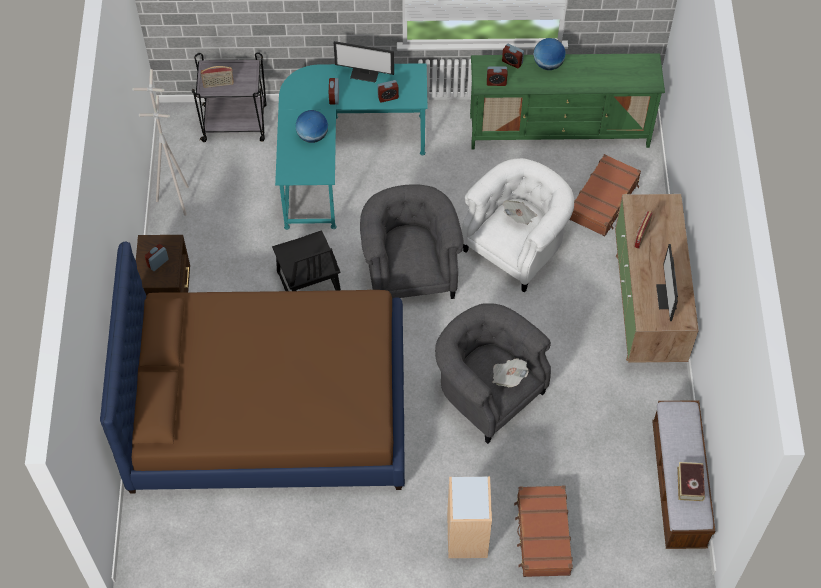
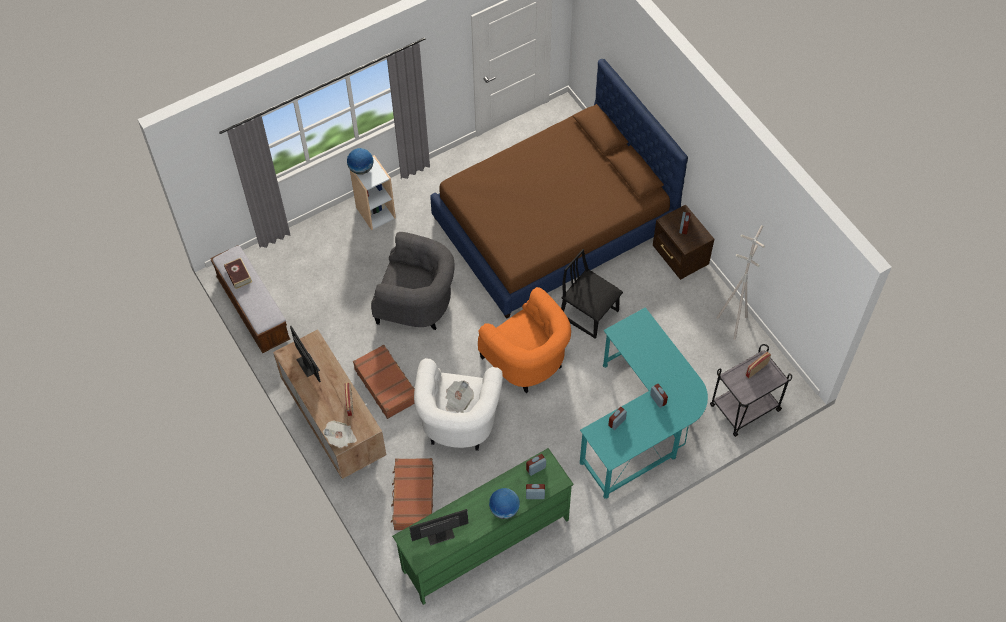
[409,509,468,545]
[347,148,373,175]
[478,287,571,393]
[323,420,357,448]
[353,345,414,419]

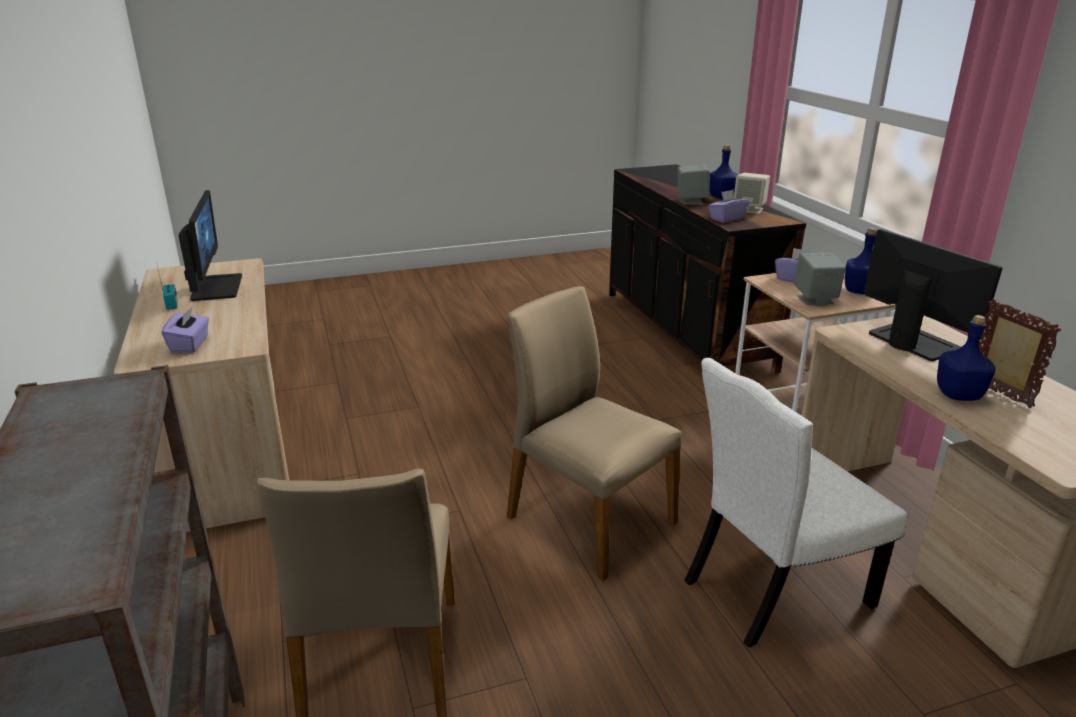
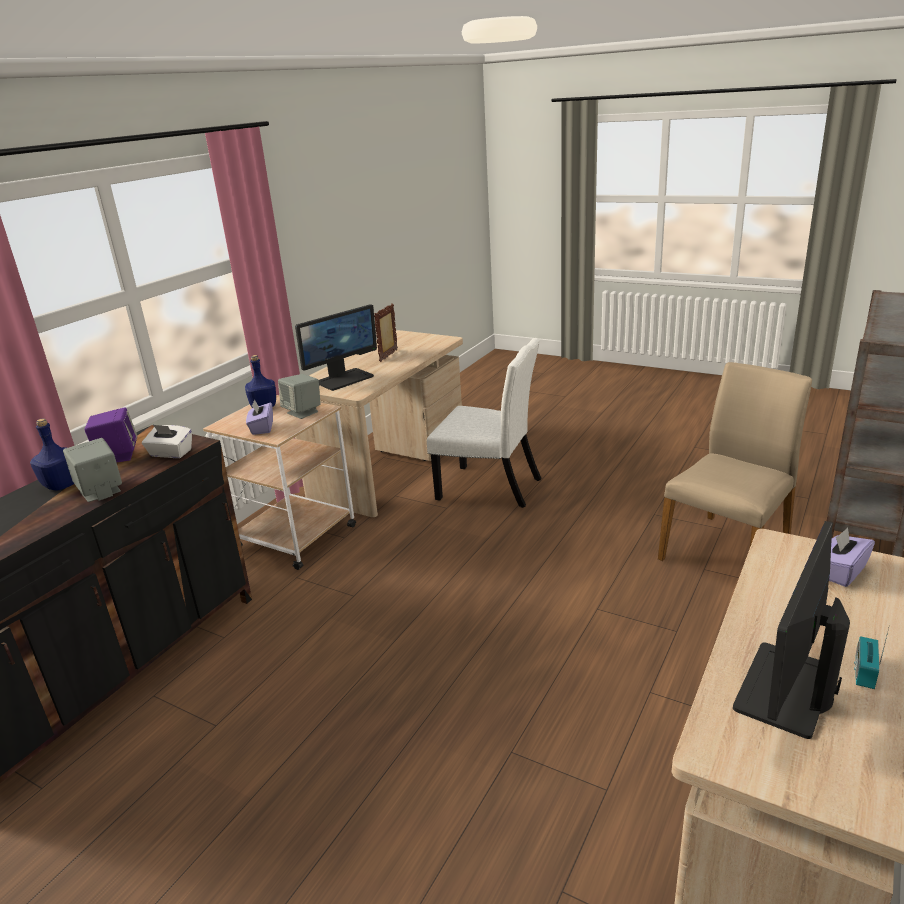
[84,408,137,462]
[142,425,192,458]
[295,304,377,391]
[507,287,682,581] (first image)
[937,315,996,401] (first image)

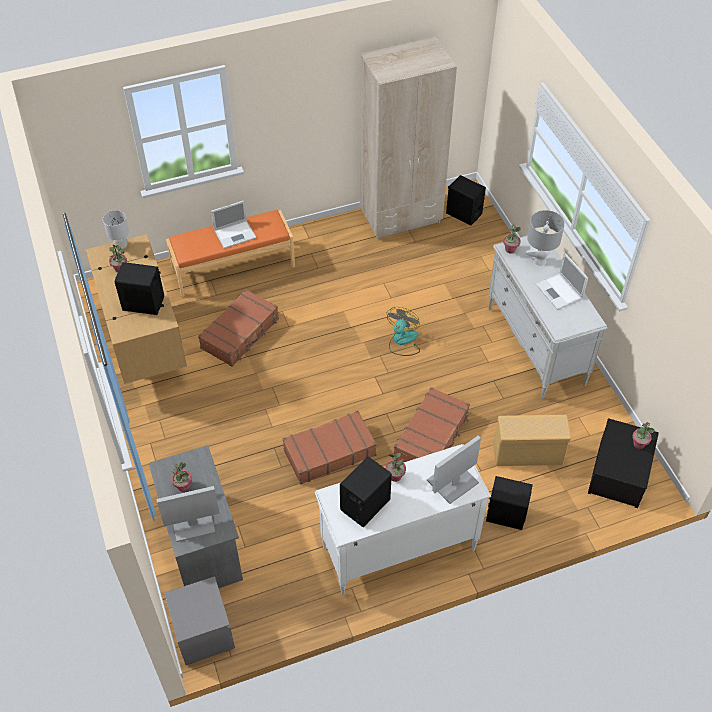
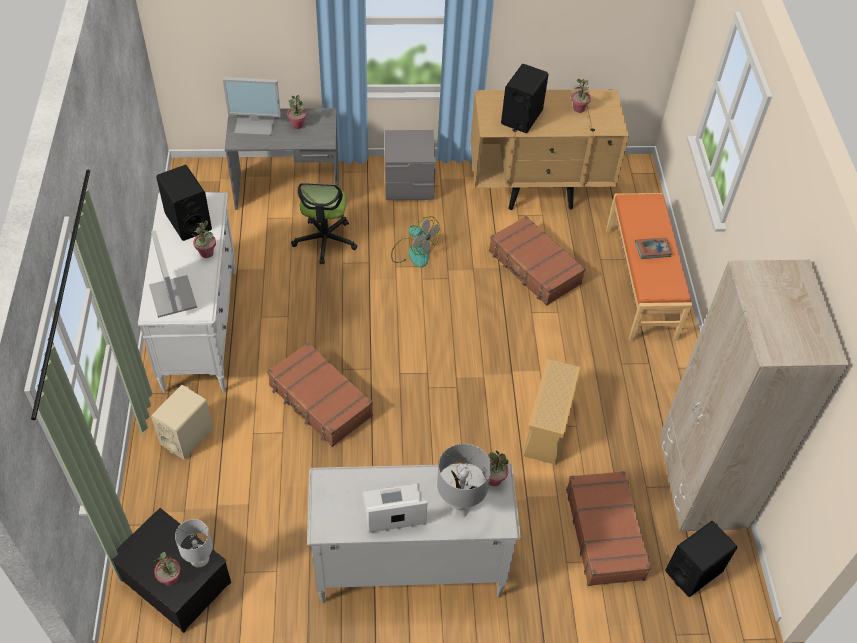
[635,238,672,259]
[175,519,213,568]
[391,216,440,268]
[566,471,651,586]
[523,359,581,465]
[151,385,213,460]
[223,77,281,136]
[385,130,436,200]
[291,183,358,264]

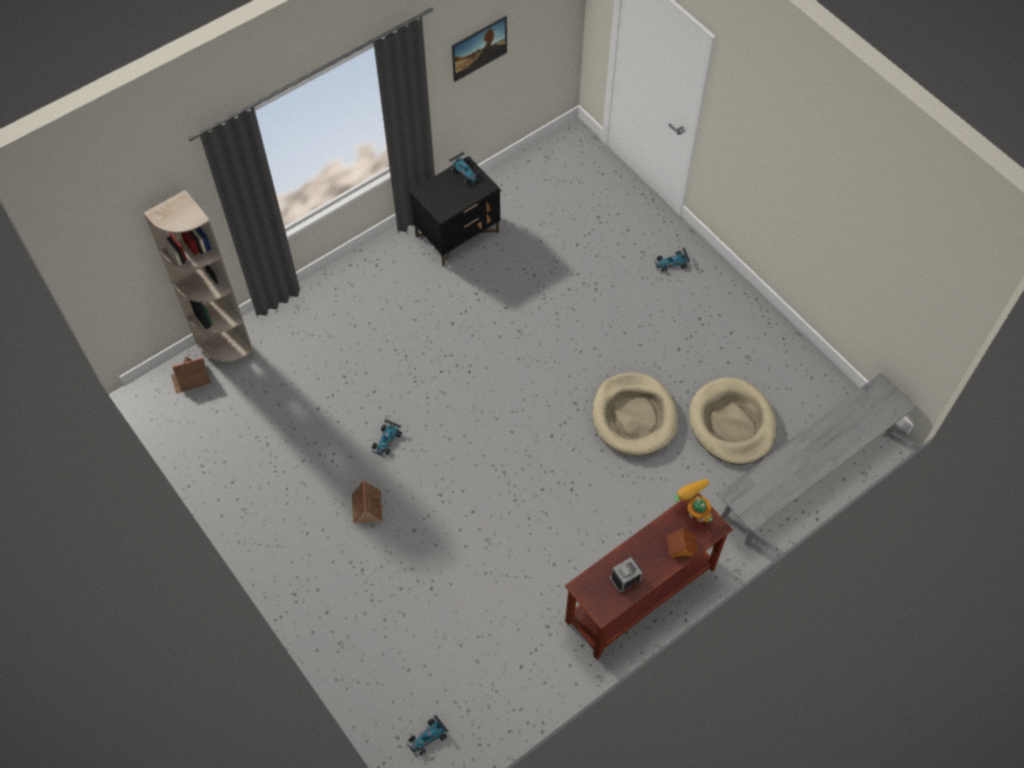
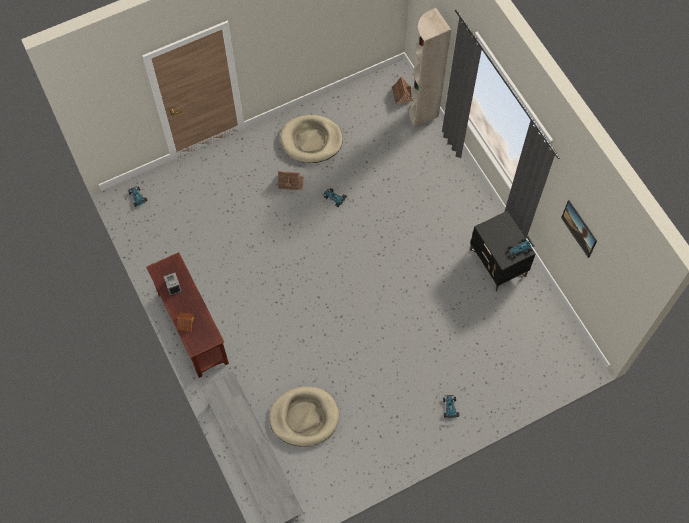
[281,115,343,163]
[674,479,712,522] (first image)

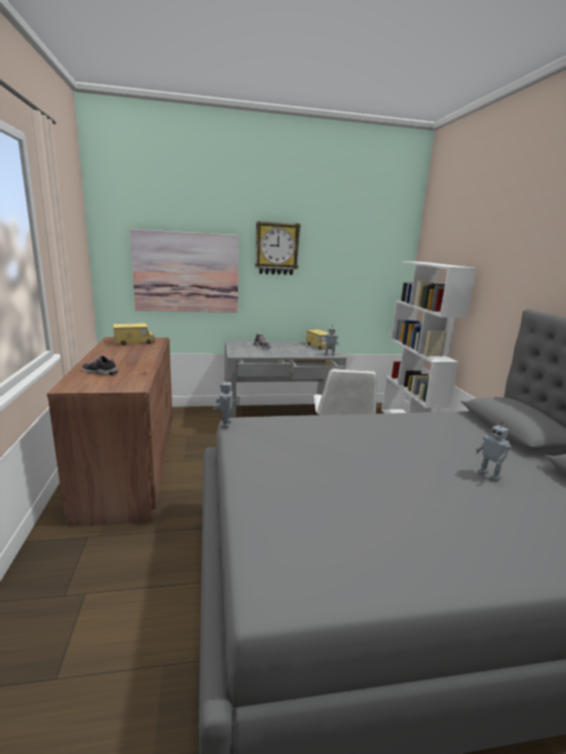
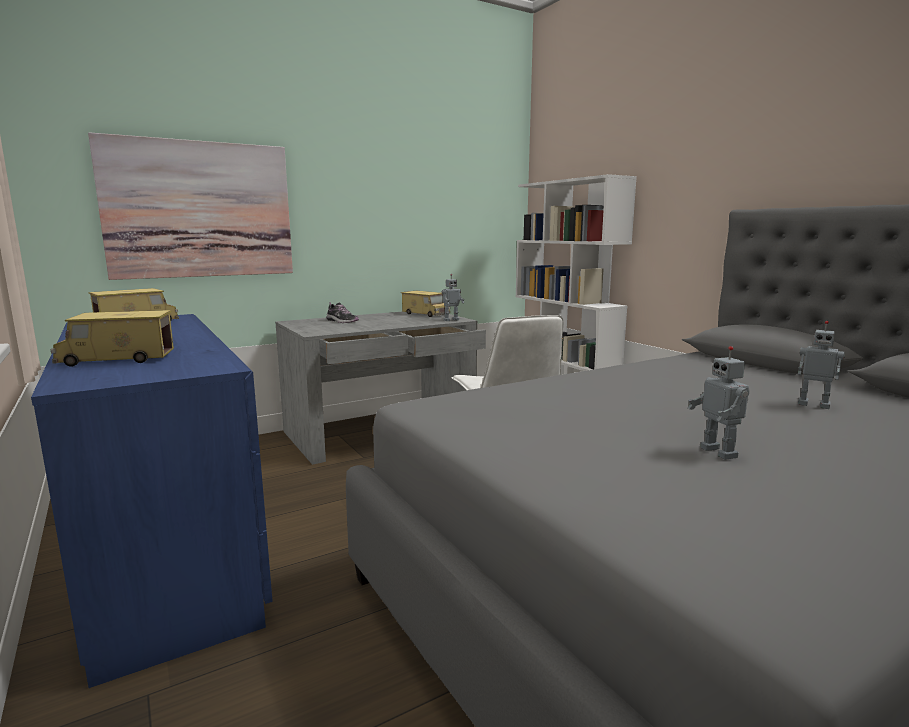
[255,221,301,275] (first image)
[31,314,273,688]
[51,310,174,367]
[688,346,749,460]

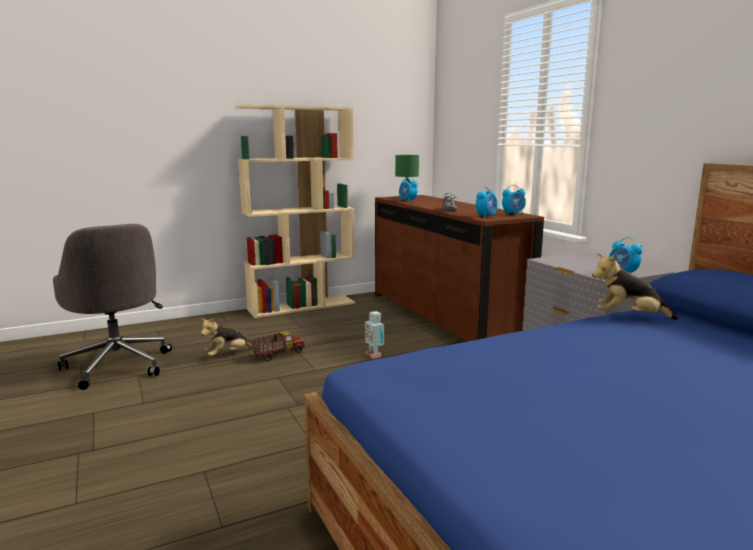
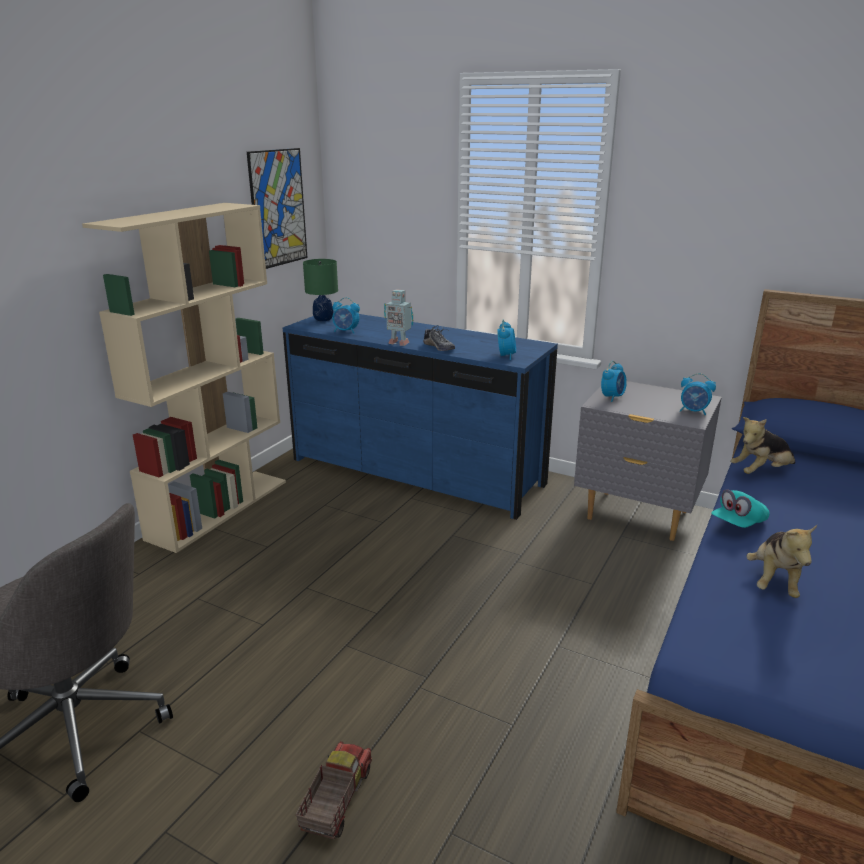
[601,361,627,402]
[283,311,558,520]
[384,289,413,346]
[747,525,817,598]
[295,741,372,839]
[247,148,308,269]
[711,489,770,528]

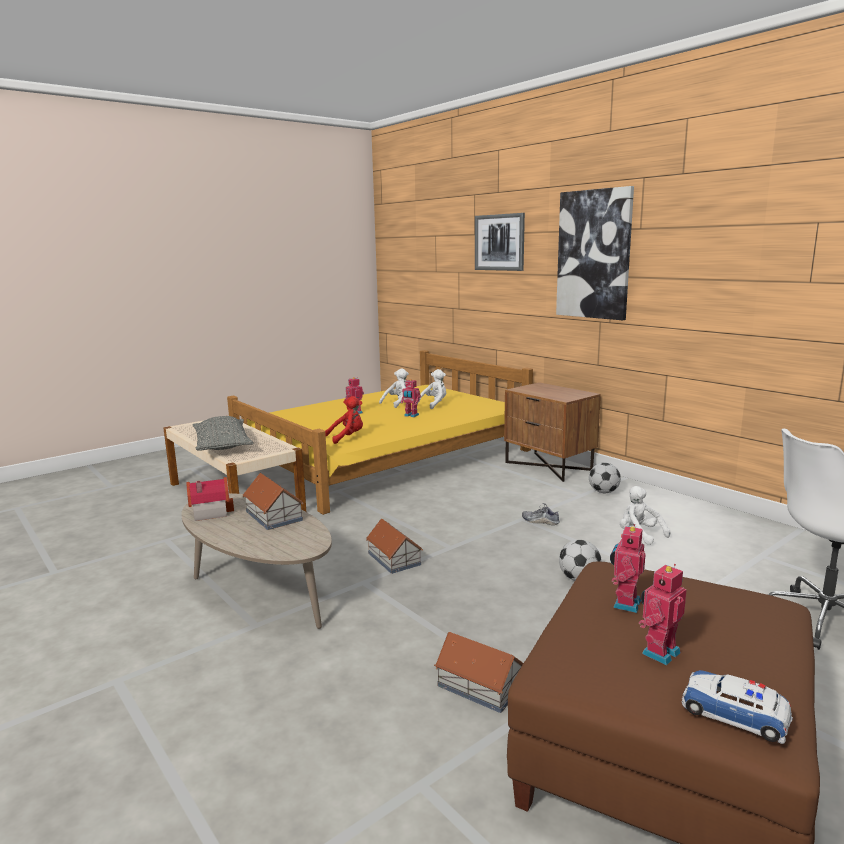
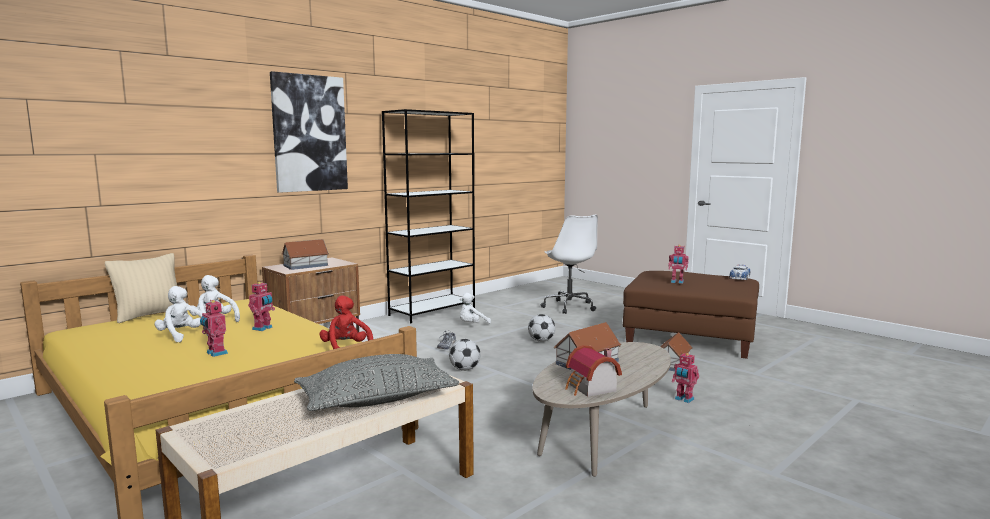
[475,213,525,271] (first image)
[449,339,480,371]
[282,239,329,270]
[672,352,699,403]
[382,109,475,323]
[105,253,177,323]

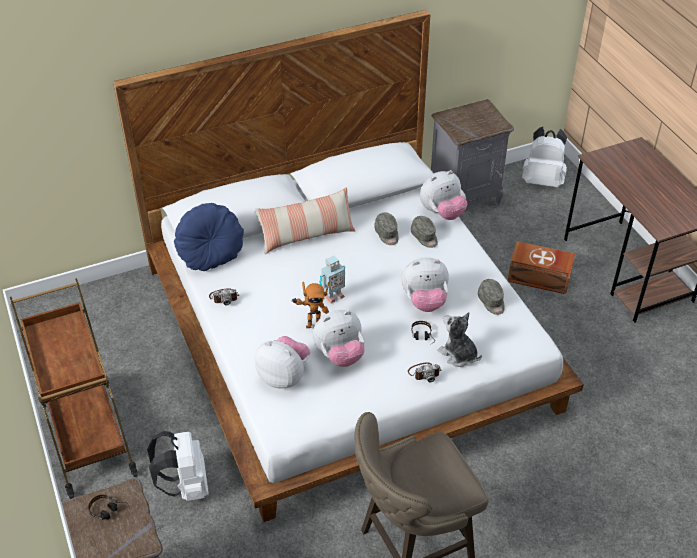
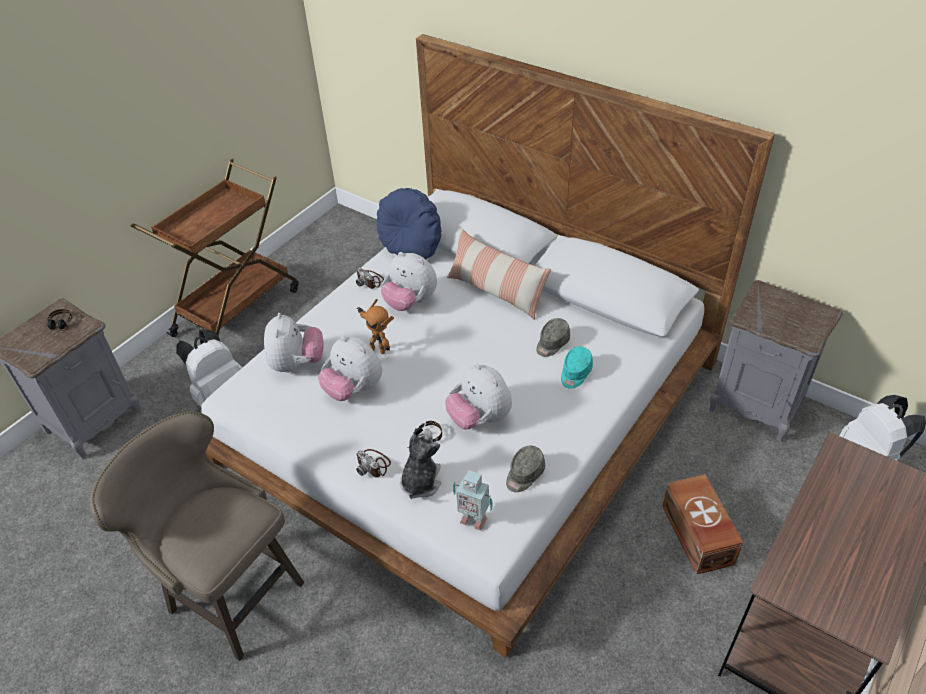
[381,252,437,311]
[561,347,593,389]
[453,470,493,531]

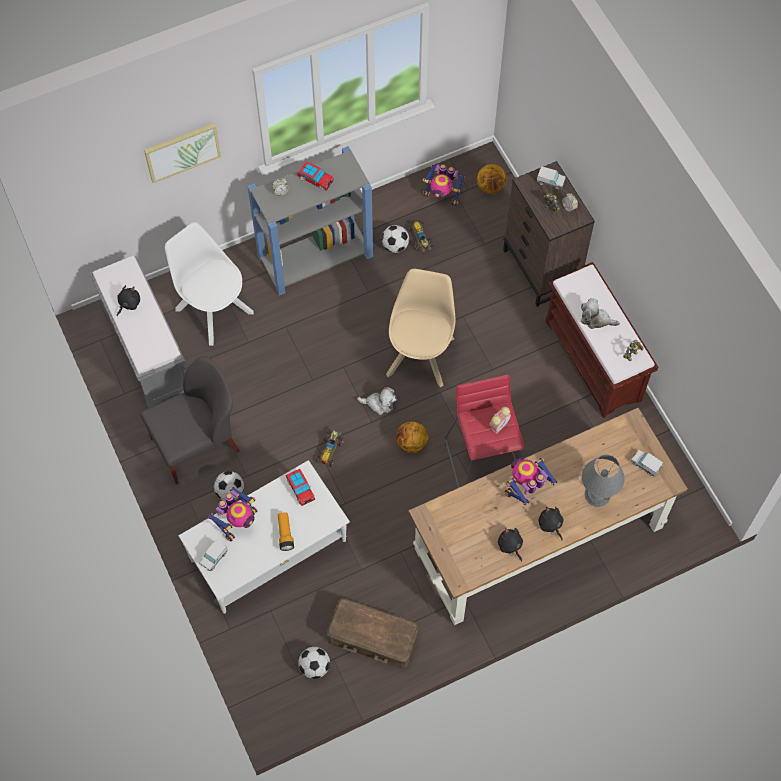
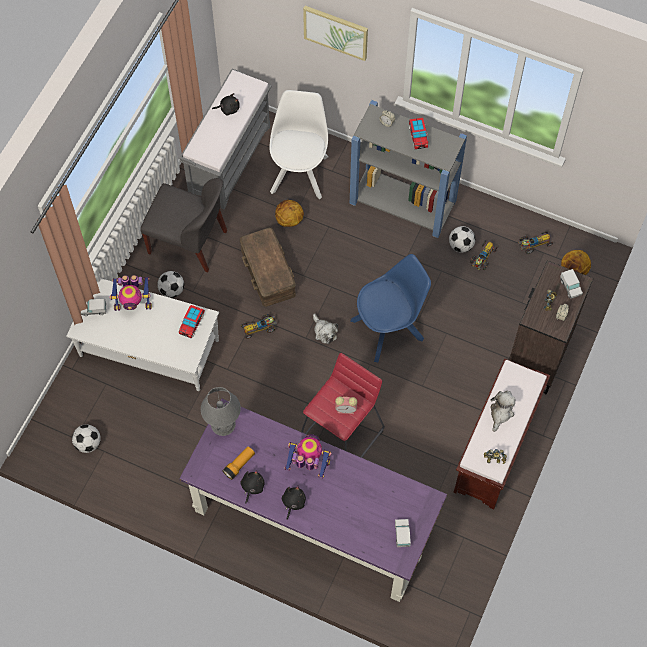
[518,231,553,254]
[350,254,431,362]
[490,391,516,432]
[179,398,447,602]
[275,200,304,227]
[201,387,241,436]
[222,446,255,480]
[240,228,296,307]

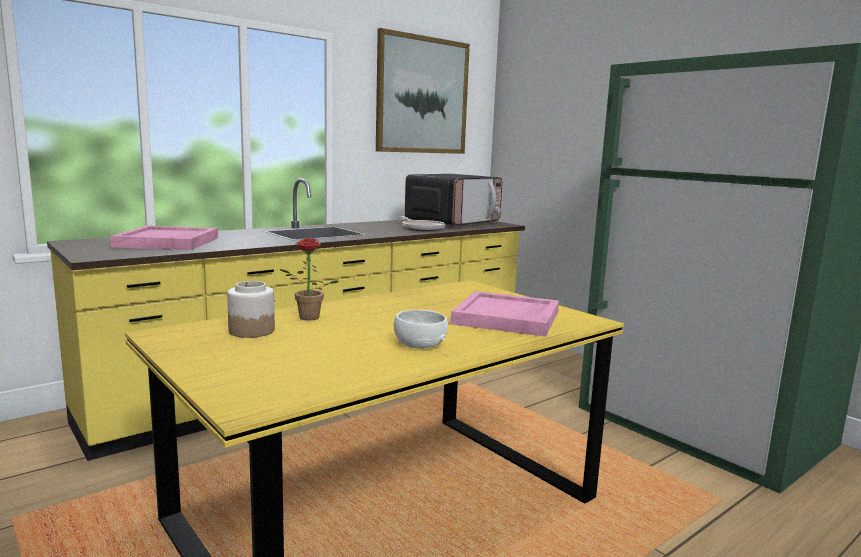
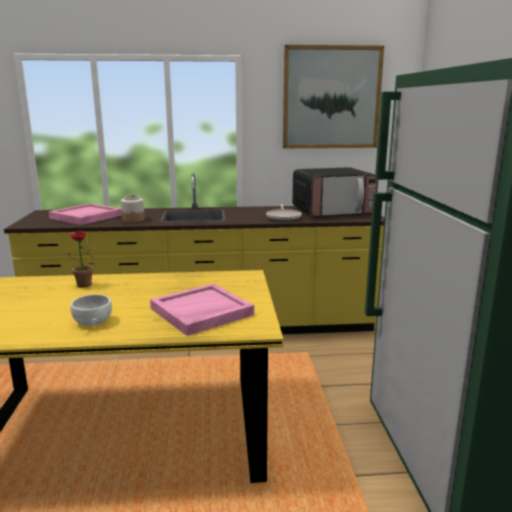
[121,195,145,223]

